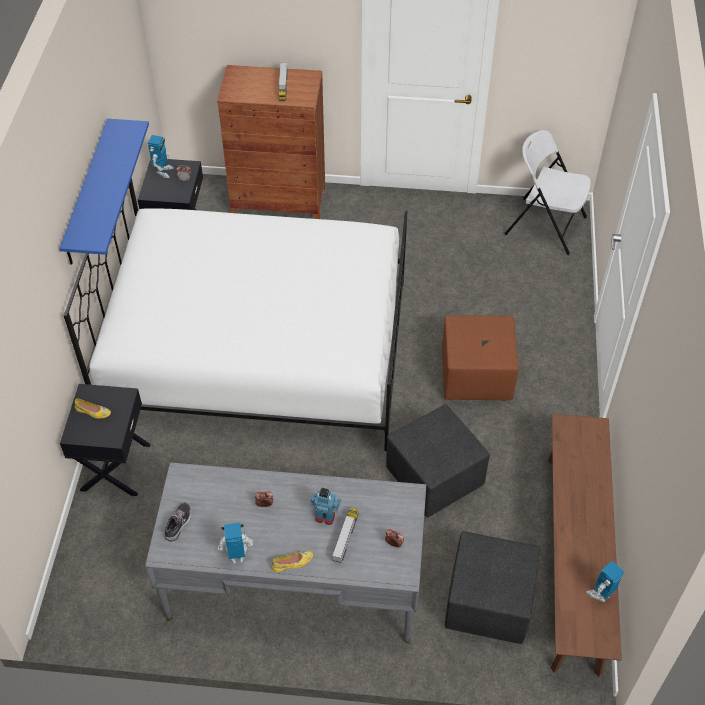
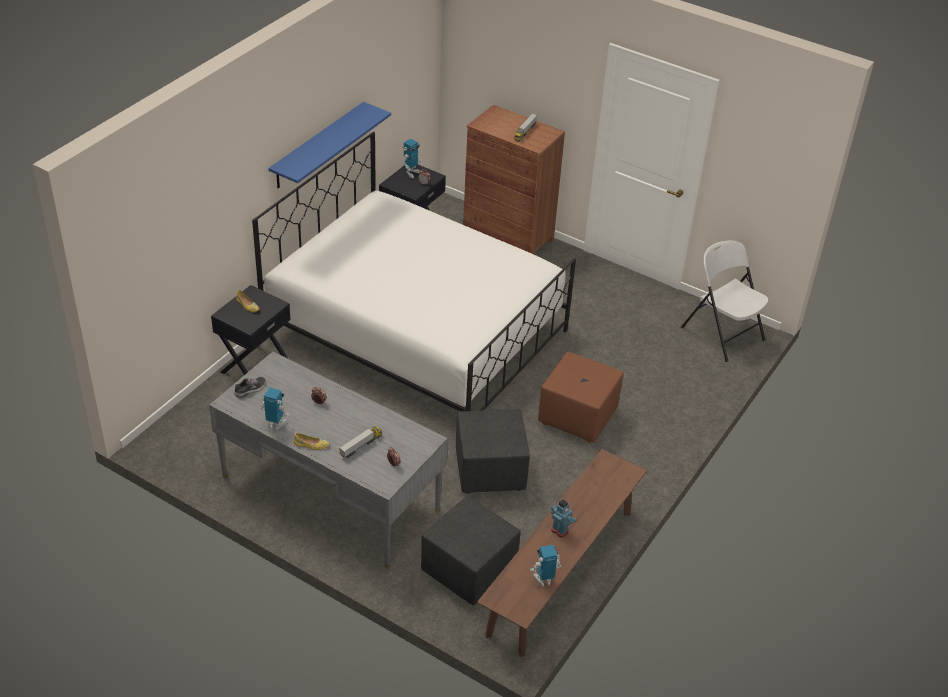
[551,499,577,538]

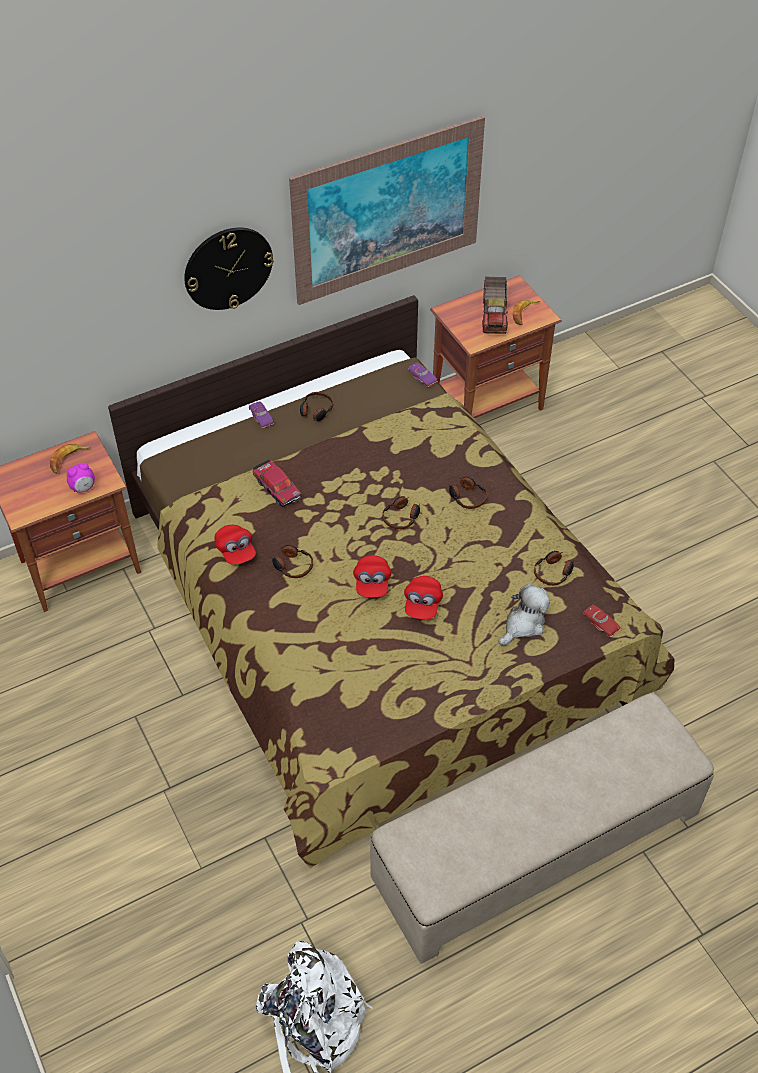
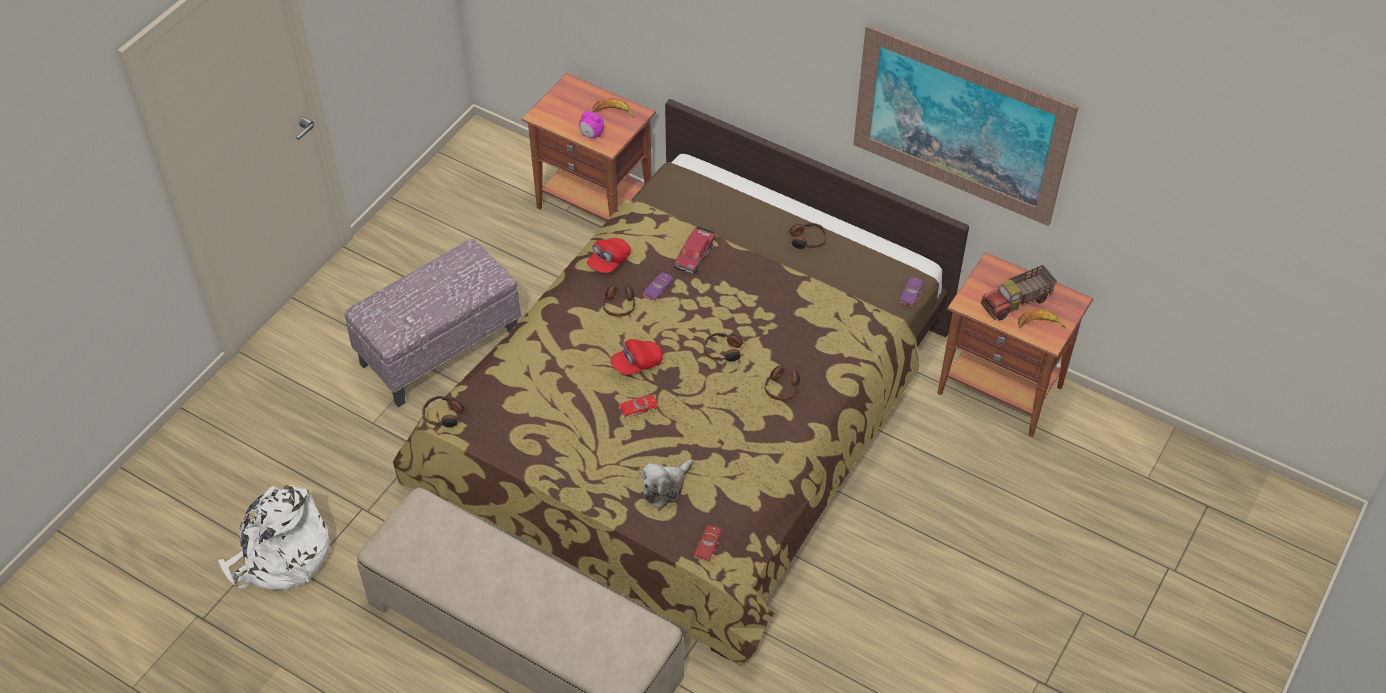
[184,228,274,310] (first image)
[643,272,673,301]
[422,396,467,427]
[619,395,658,418]
[641,460,693,509]
[345,239,521,407]

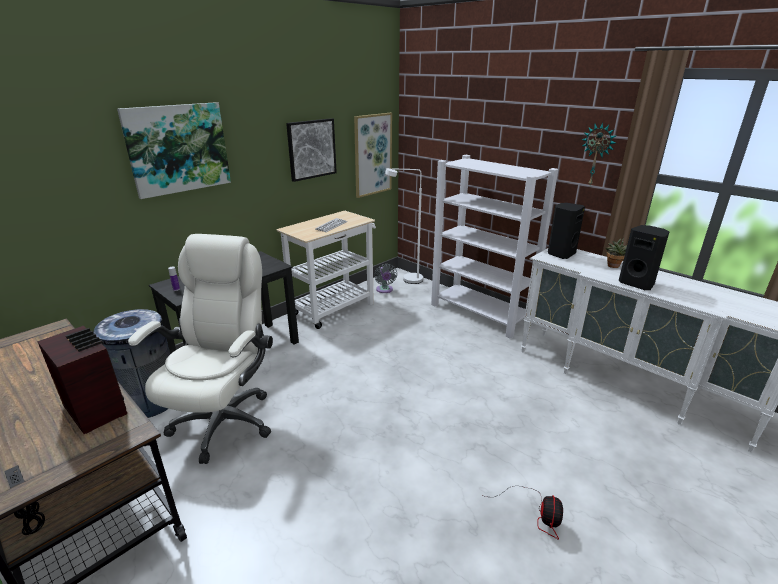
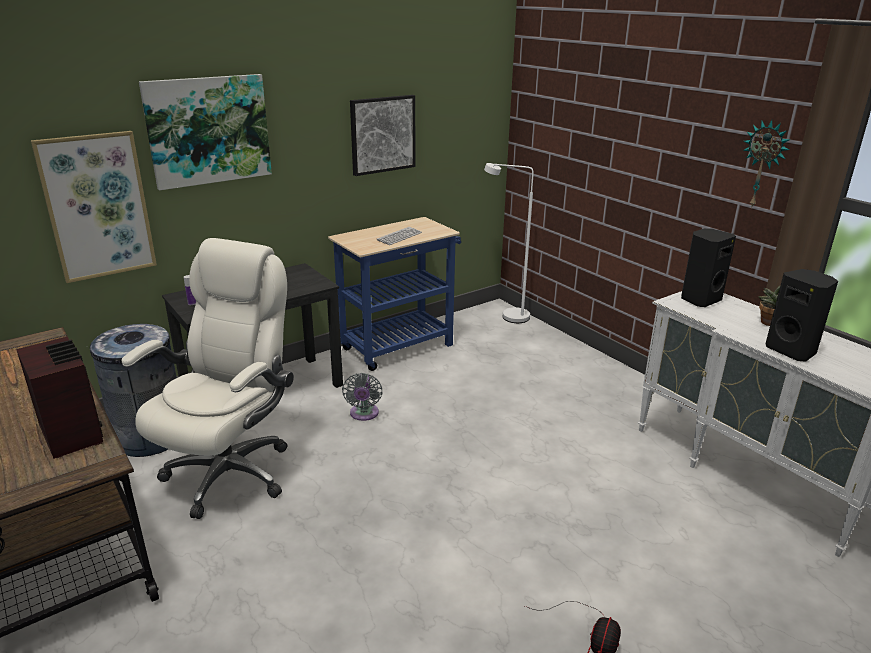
[31,131,157,283]
[431,155,558,339] (first image)
[328,217,461,371]
[342,373,382,421]

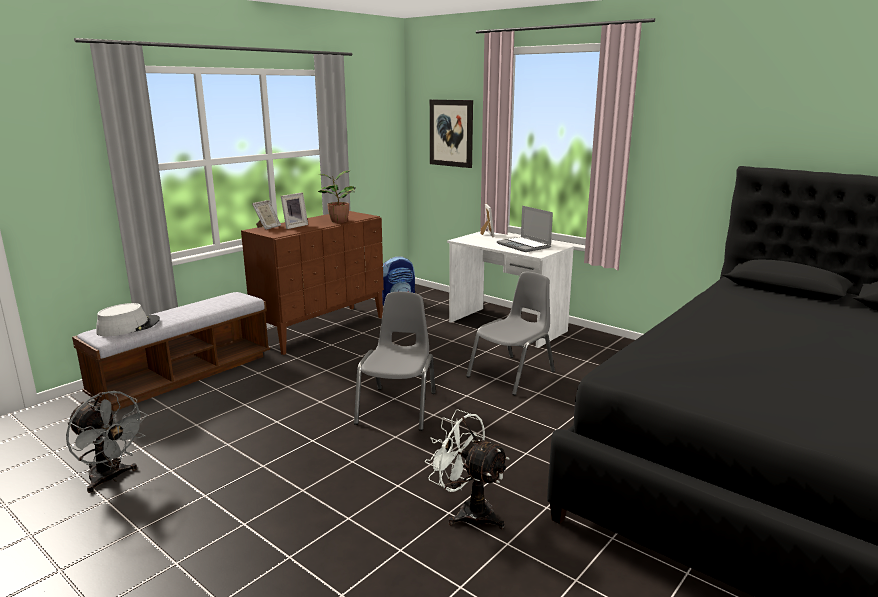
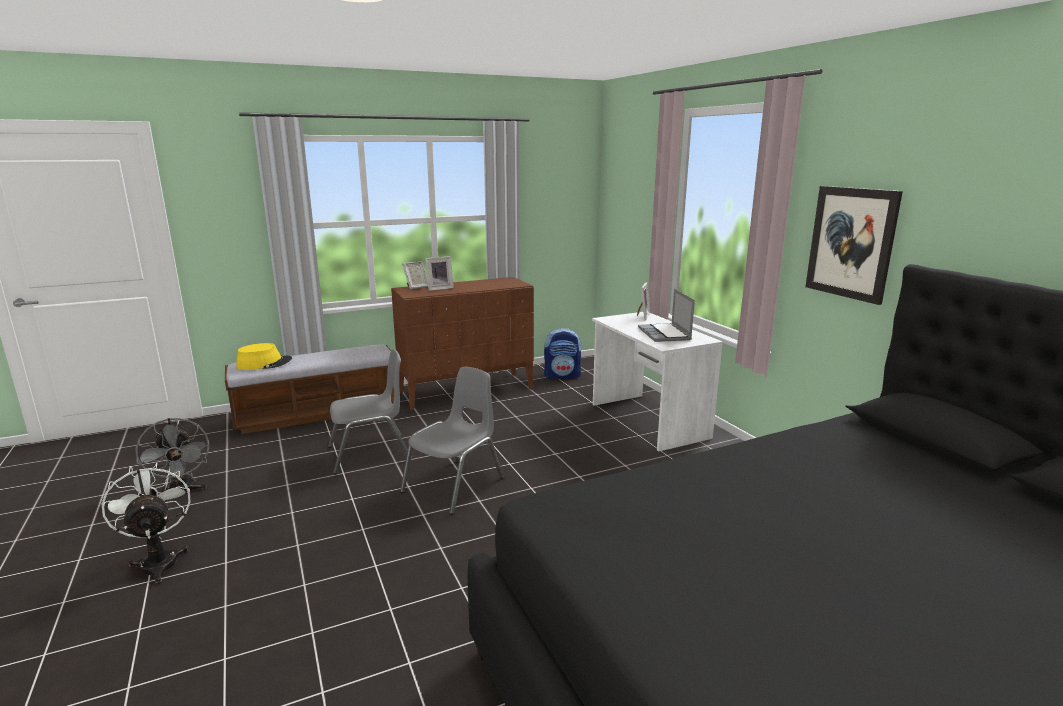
[805,186,903,305]
[318,170,355,223] (first image)
[328,349,412,474]
[236,343,292,370]
[102,462,190,584]

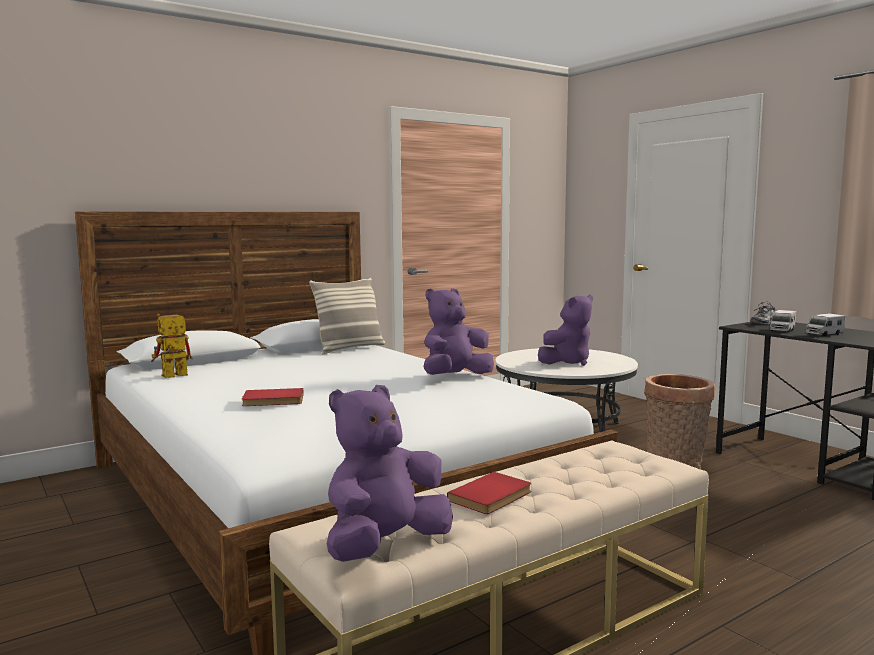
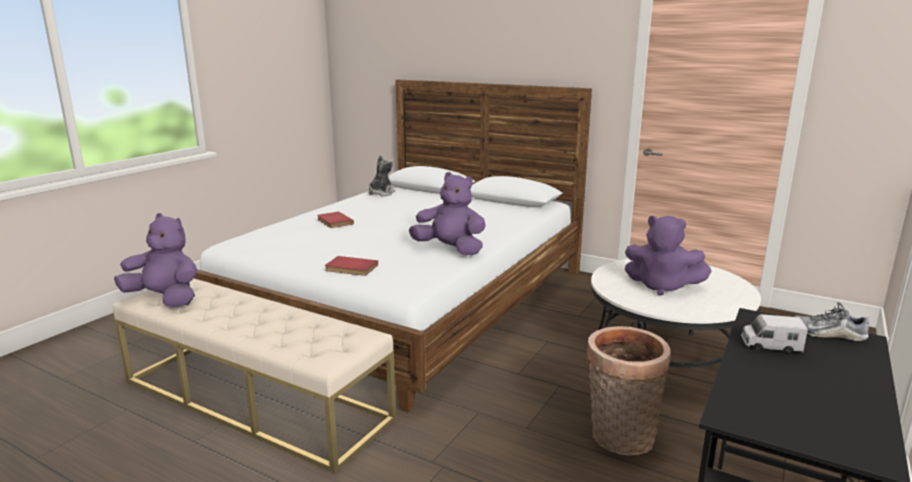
[309,278,385,354] (first image)
[369,155,395,196]
[805,314,845,336] (first image)
[325,256,378,276]

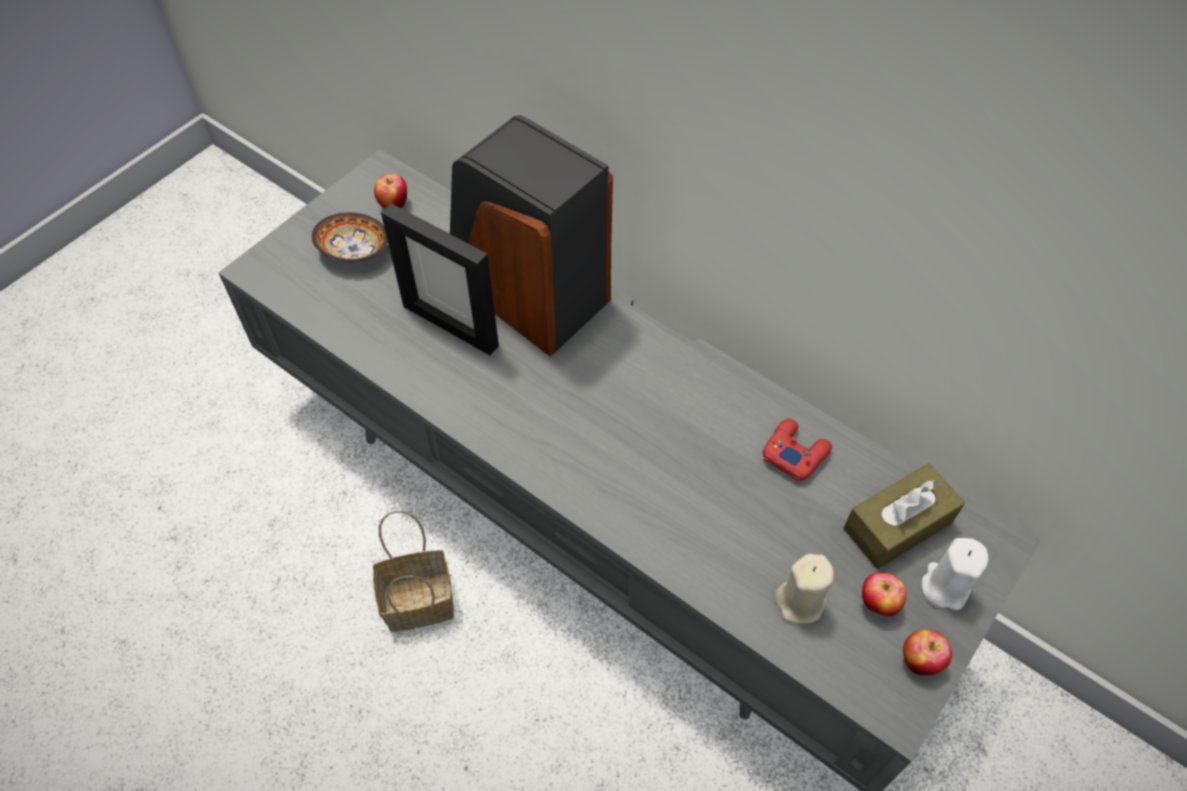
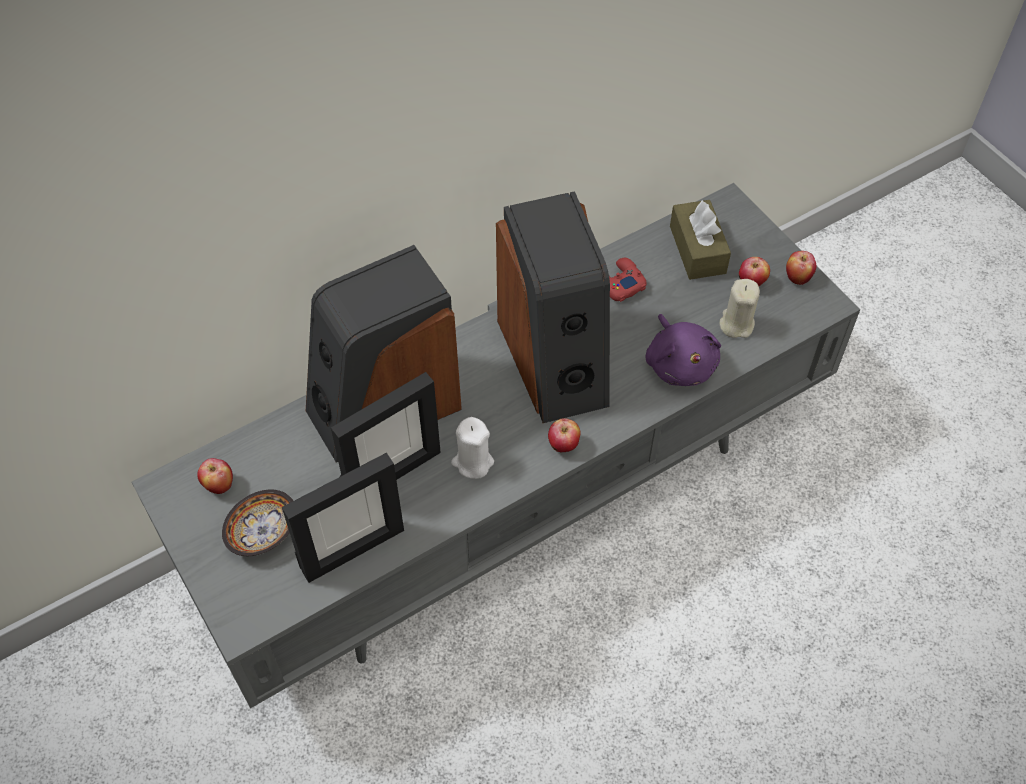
[373,511,454,632] (first image)
[451,417,494,479]
[496,191,610,423]
[646,314,721,386]
[548,418,581,453]
[282,453,404,583]

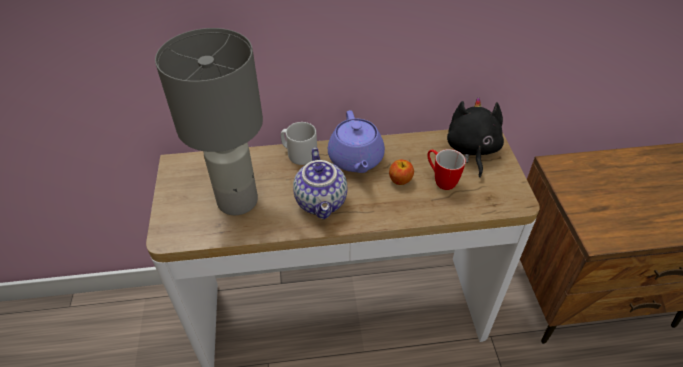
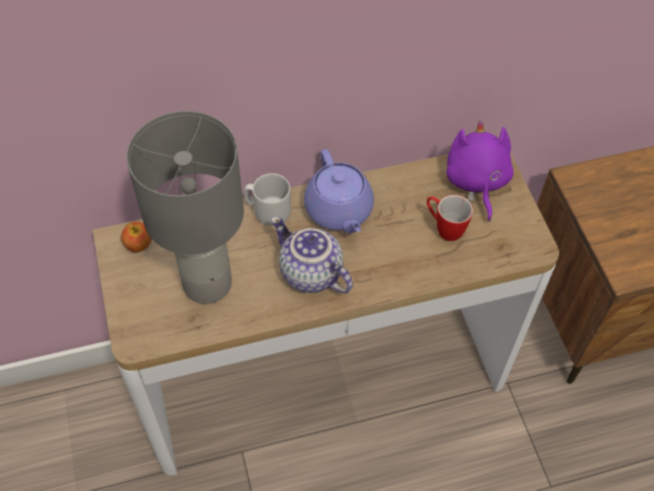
[446,120,514,221]
[271,216,353,294]
[121,222,152,252]

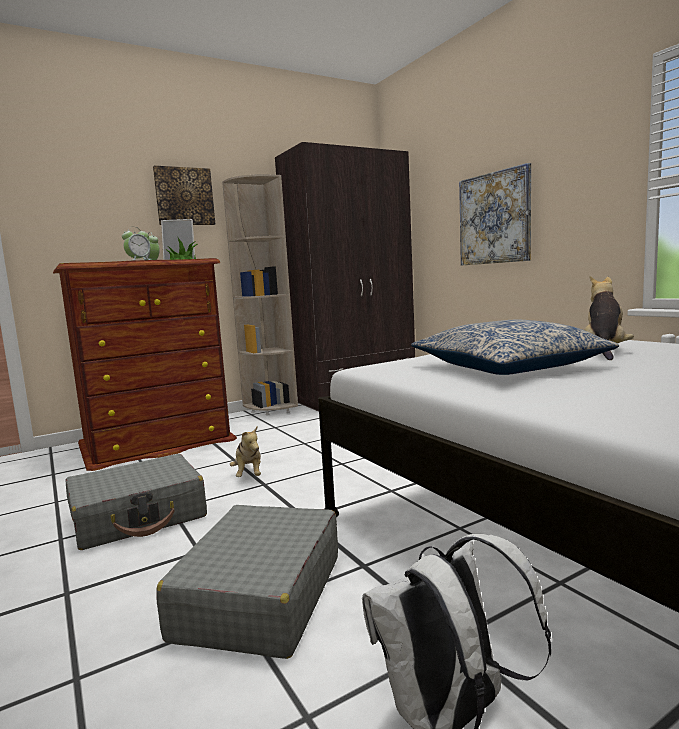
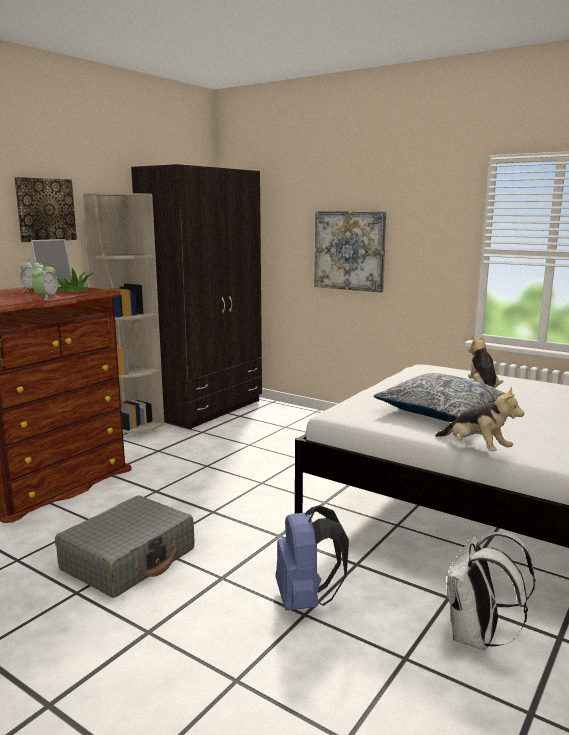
[435,387,524,451]
[275,505,349,611]

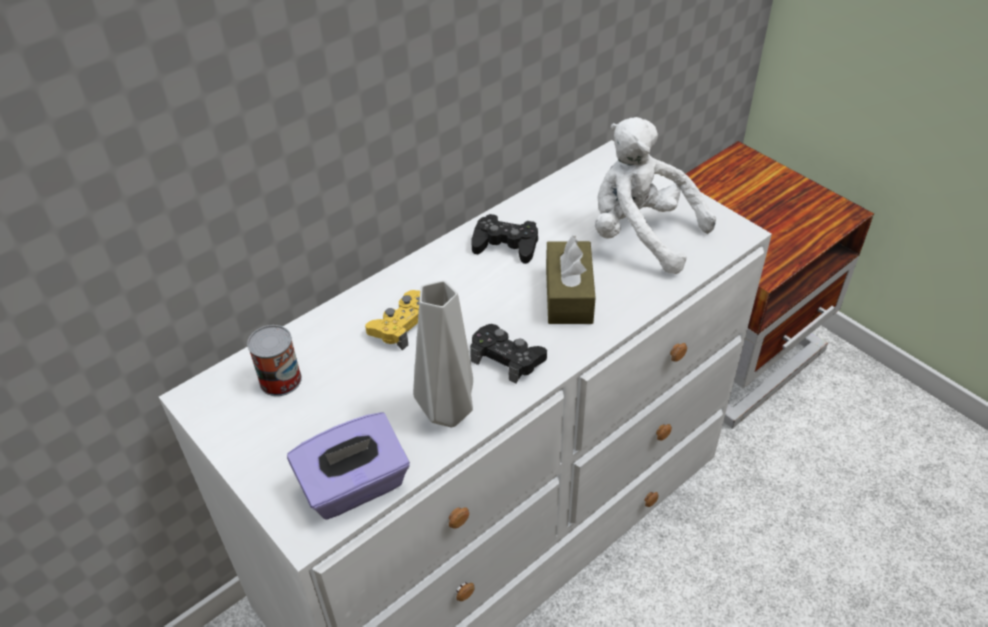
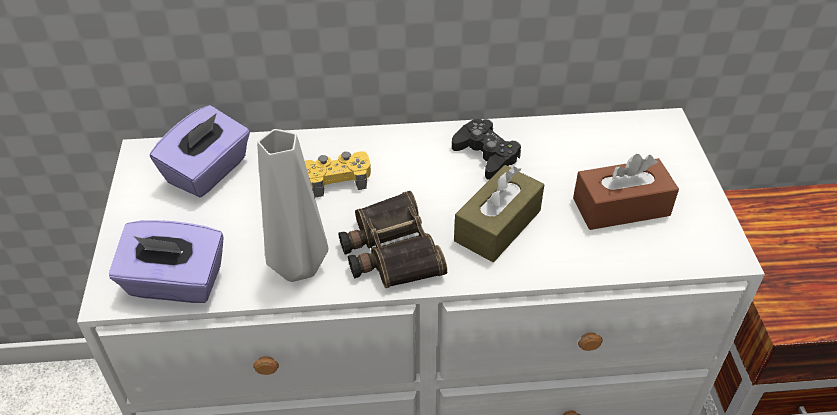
[573,154,679,230]
[339,191,447,288]
[150,105,250,197]

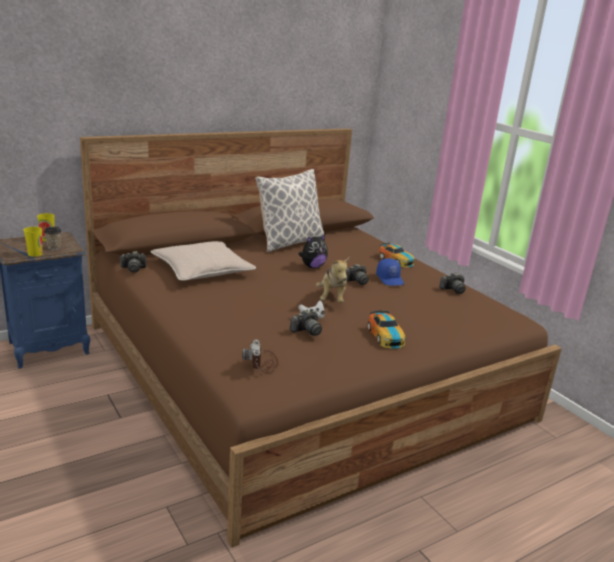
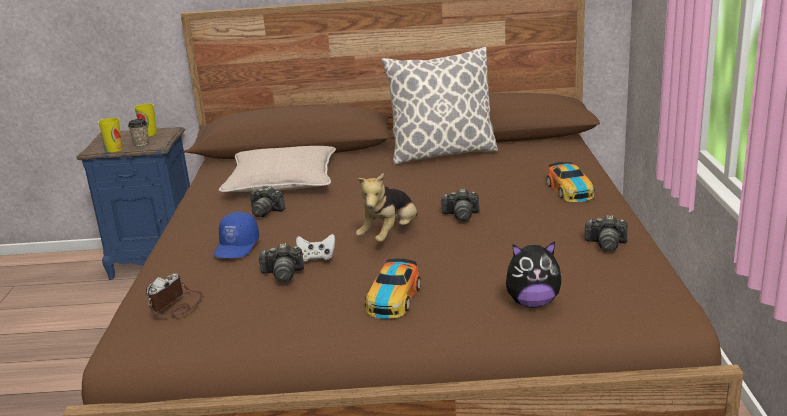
[506,241,562,308]
[250,186,286,217]
[214,212,259,258]

